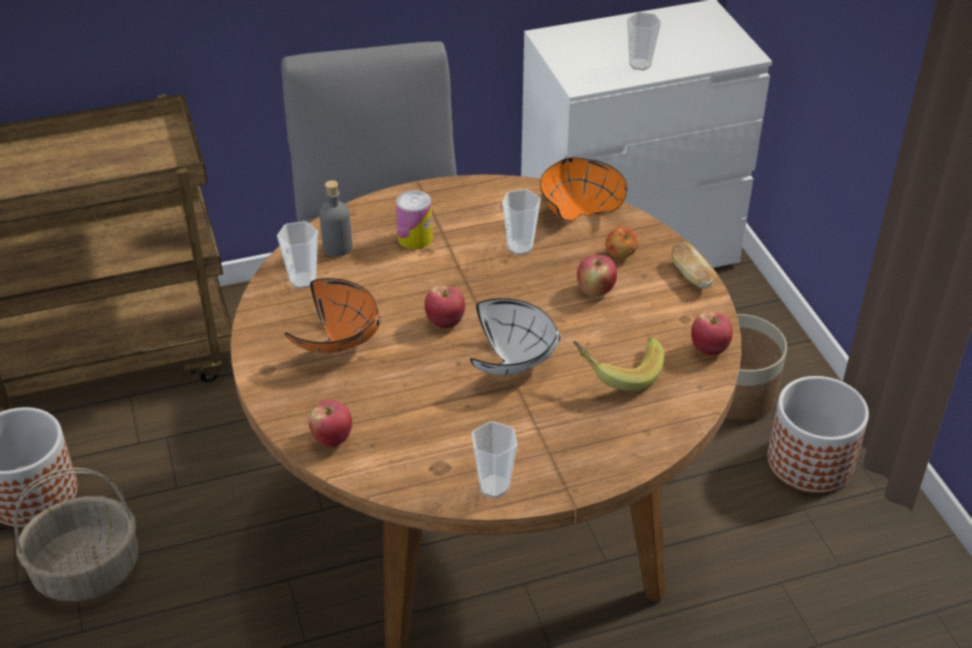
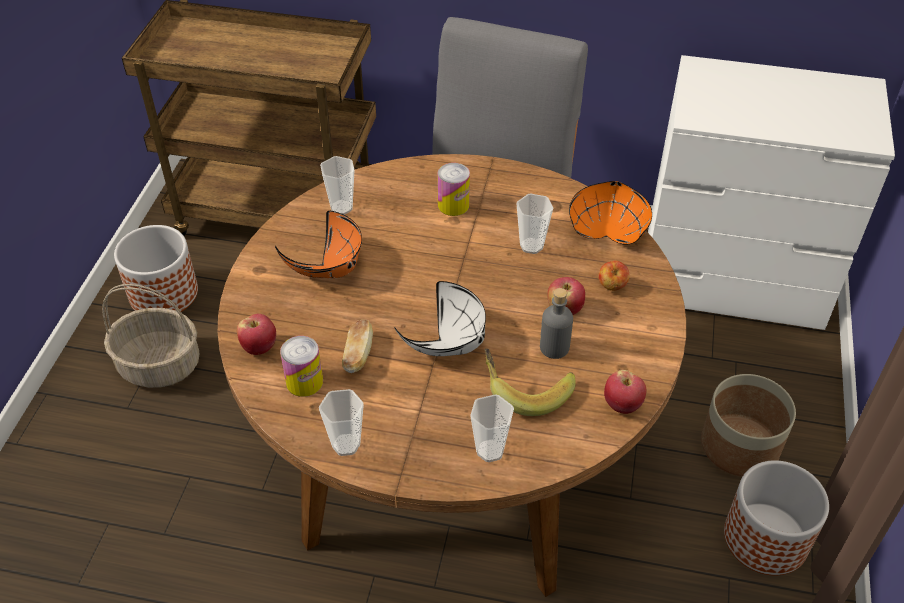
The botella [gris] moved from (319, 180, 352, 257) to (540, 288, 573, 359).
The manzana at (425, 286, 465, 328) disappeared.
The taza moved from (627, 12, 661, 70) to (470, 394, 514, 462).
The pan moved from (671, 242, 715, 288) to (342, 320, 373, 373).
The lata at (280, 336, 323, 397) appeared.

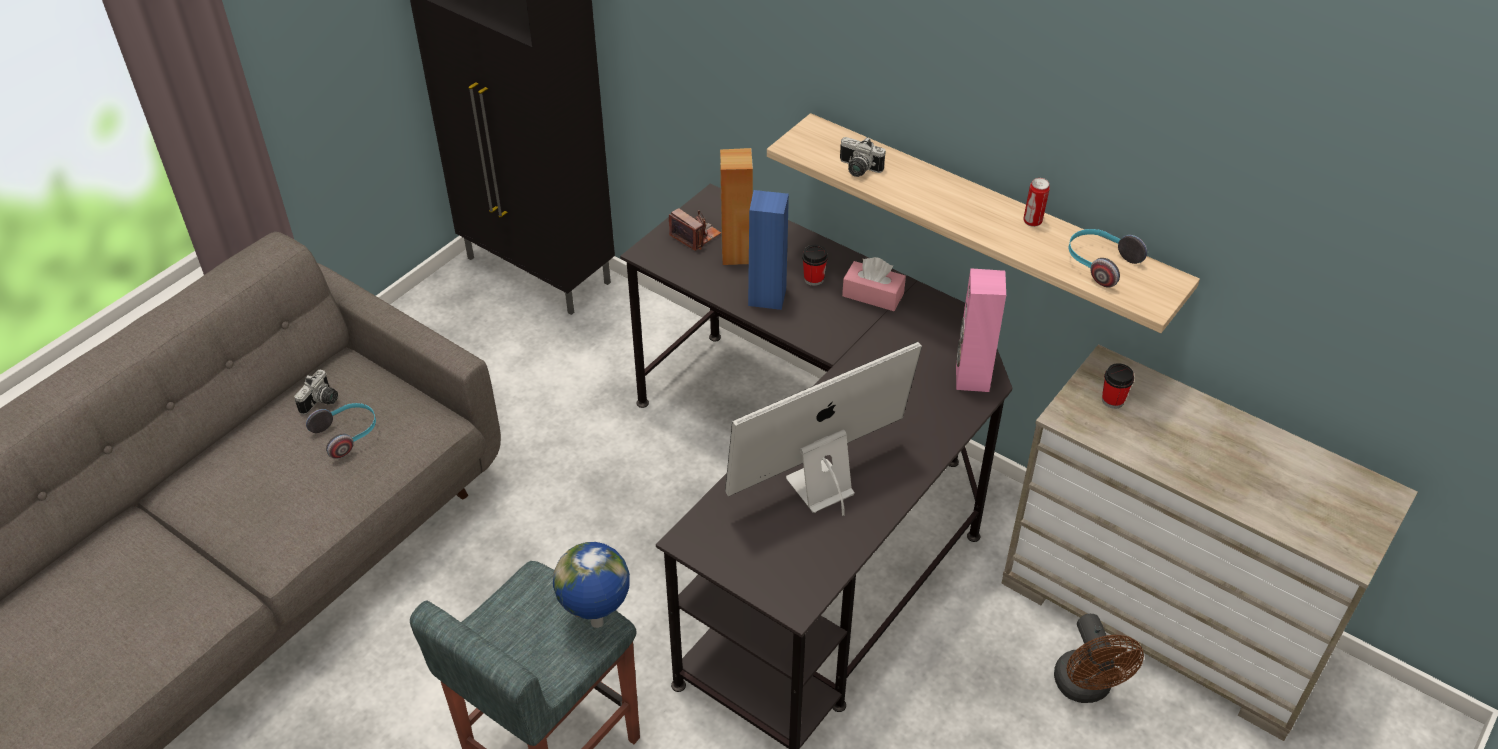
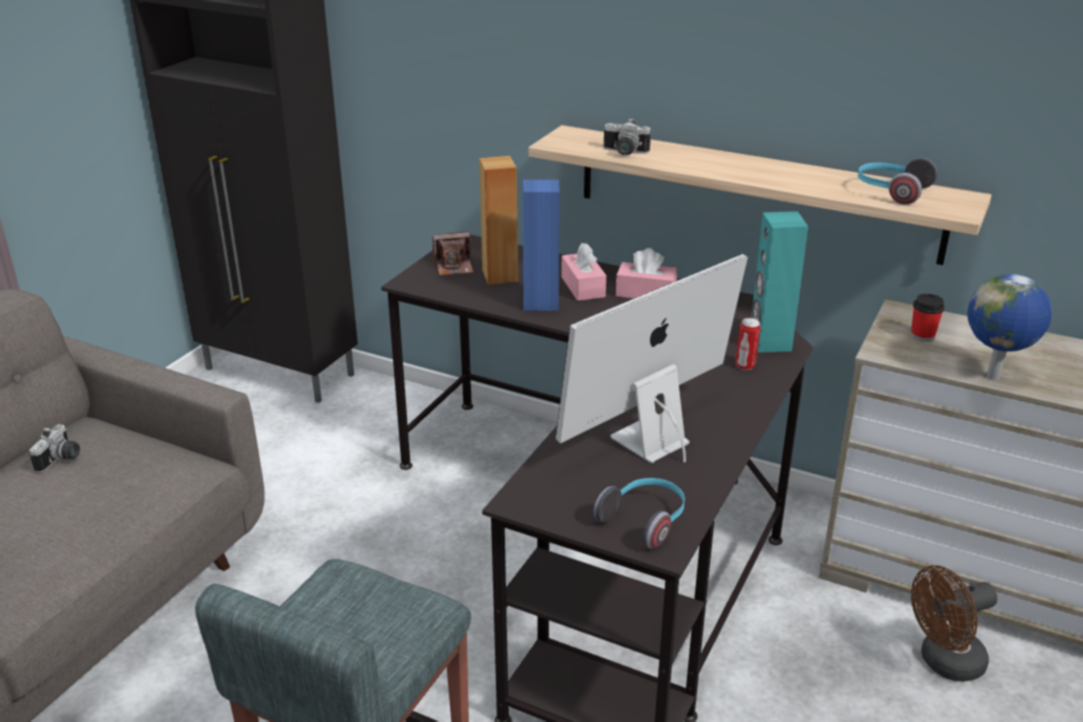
The auriculares moved from (306, 403, 376, 459) to (594, 478, 685, 549).
The globo terráqueo moved from (553, 542, 630, 628) to (967, 274, 1052, 380).
The cámara at (669, 208, 721, 251) turned 135 degrees clockwise.
The taza at (802, 245, 828, 286) was replaced by the caja de pañuelos [rosa] at (561, 243, 606, 301).
The altavoz [rosa] at (956, 268, 1006, 392) became the altavoz [turquesa] at (751, 211, 808, 353).
The lata moved from (1023, 178, 1050, 227) to (735, 318, 761, 370).
The ventilador [marrón] at (1054, 614, 1144, 703) turned 90 degrees clockwise.

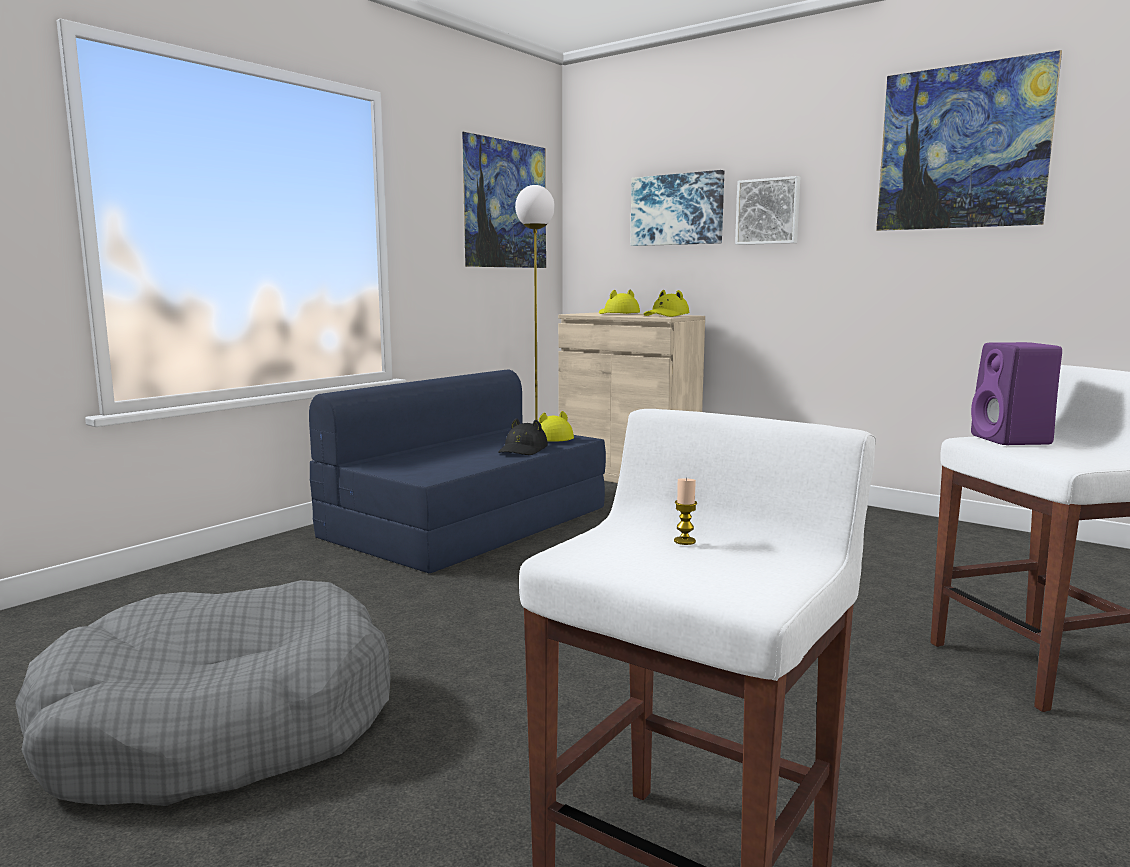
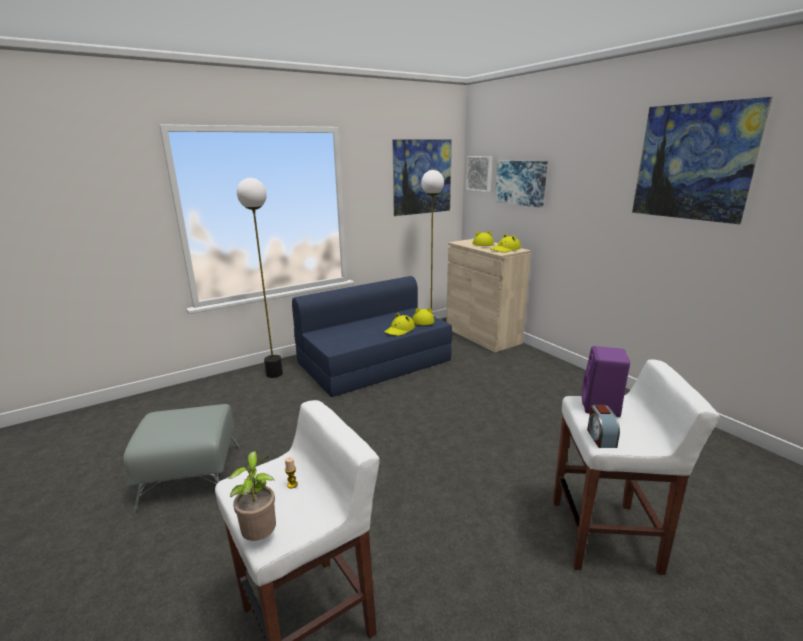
The cama para perro [gris] at (15, 580, 391, 806) was replaced by the puf [gris] at (123, 404, 240, 513).
The sombrero [negro] at (498, 418, 548, 455) became the sombrero [amarillo] at (384, 313, 415, 336).
The cuadro moved from (735, 176, 800, 245) to (466, 156, 493, 192).
The planta en maceta at (228, 451, 276, 541) appeared.
The lámpara de pie at (237, 178, 283, 378) appeared.
The despertador at (587, 405, 620, 448) appeared.

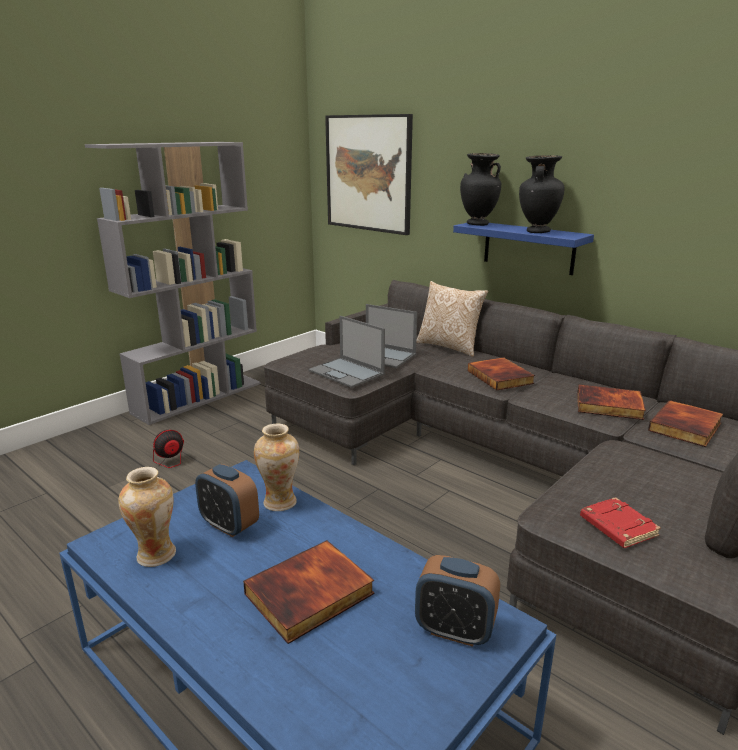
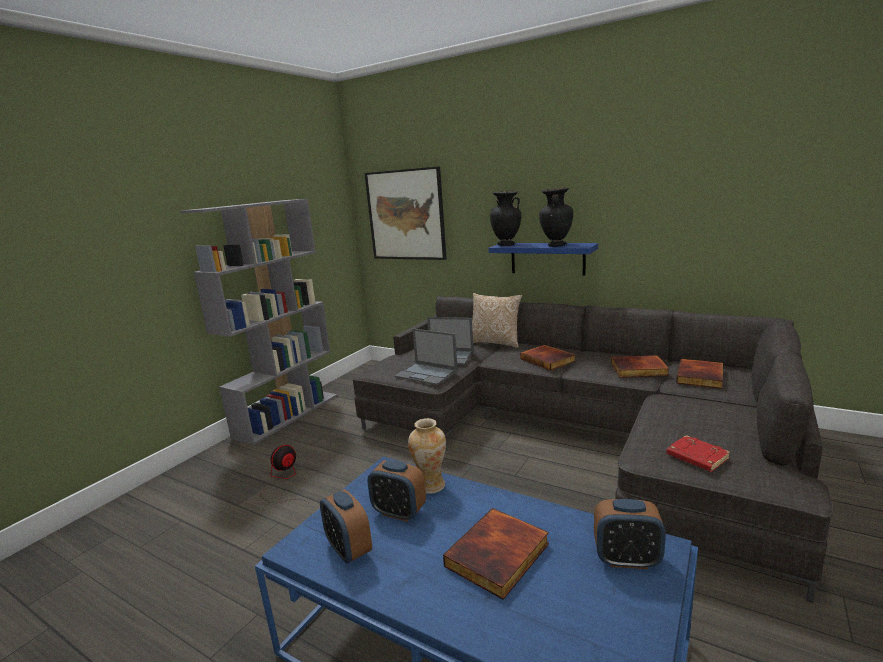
The florero at (118, 467, 176, 567) was replaced by the despertador at (320, 489, 372, 564).

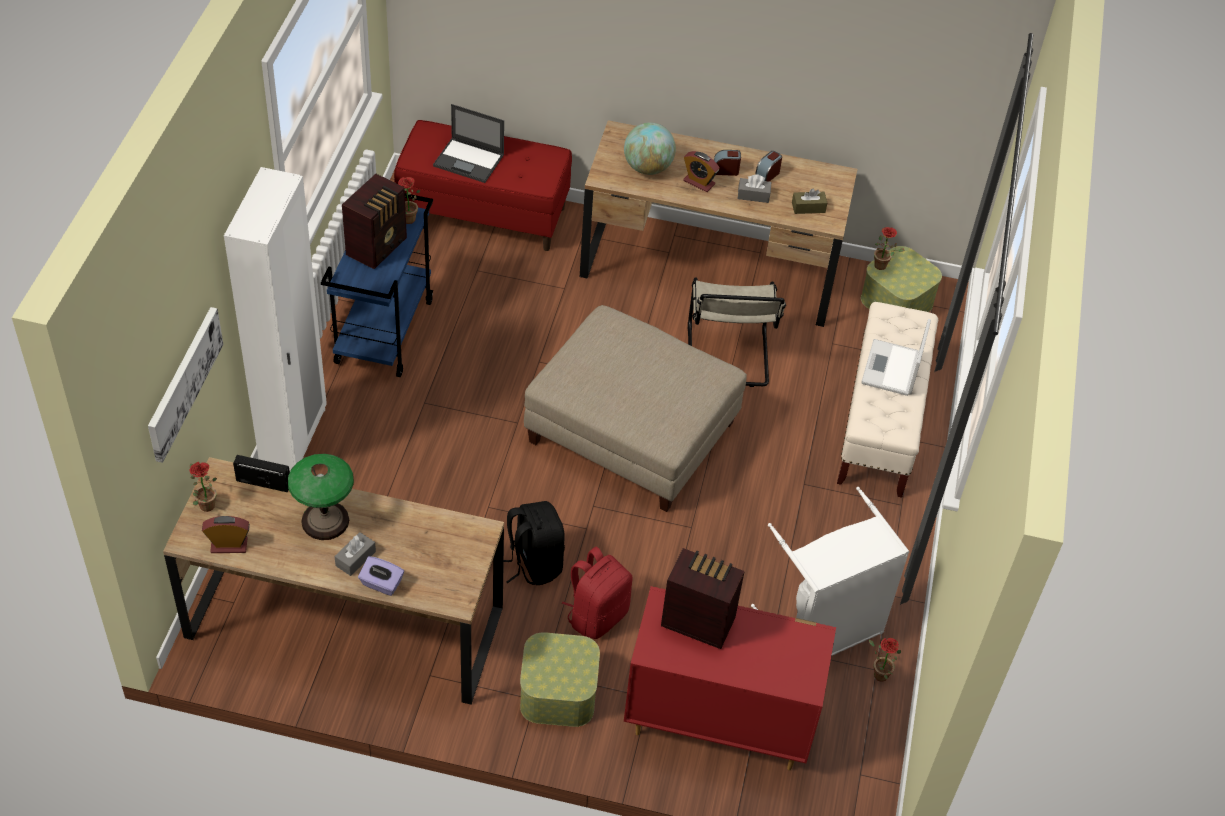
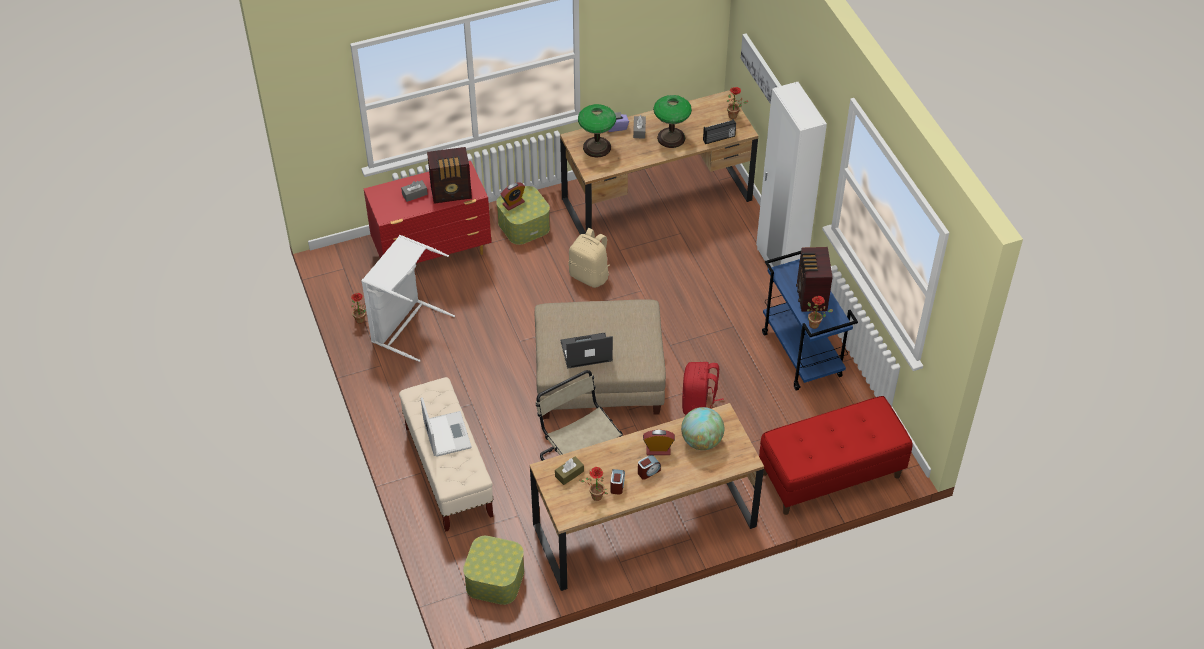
The despertador moved from (202, 516, 250, 553) to (501, 182, 525, 211).
The portátil moved from (433, 104, 504, 183) to (560, 333, 613, 368).
The mochila [negro] at (504, 501, 565, 585) became the mochila [beis] at (568, 228, 610, 288).
The mochila [rojo] moved from (562, 547, 632, 639) to (682, 362, 724, 415).
The caja de pañuelos [gris] moved from (738, 174, 771, 203) to (401, 180, 428, 202).
The planta en maceta moved from (874, 227, 905, 270) to (579, 467, 608, 501).
The lámpara de mesa at (578, 104, 616, 158) appeared.

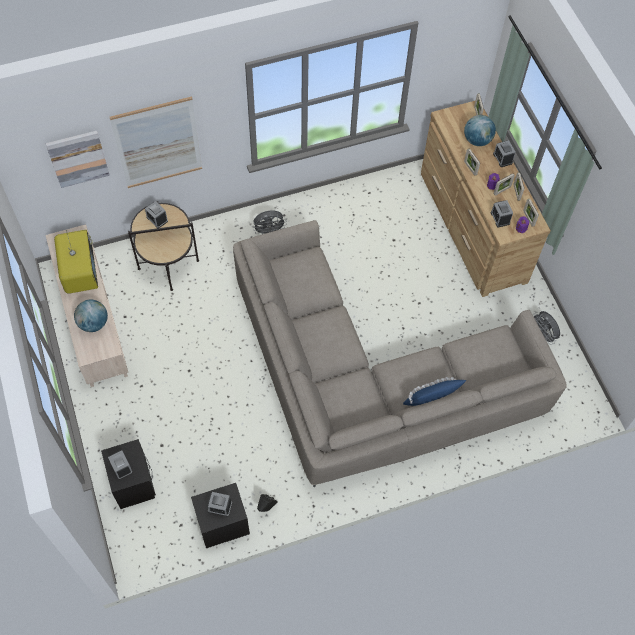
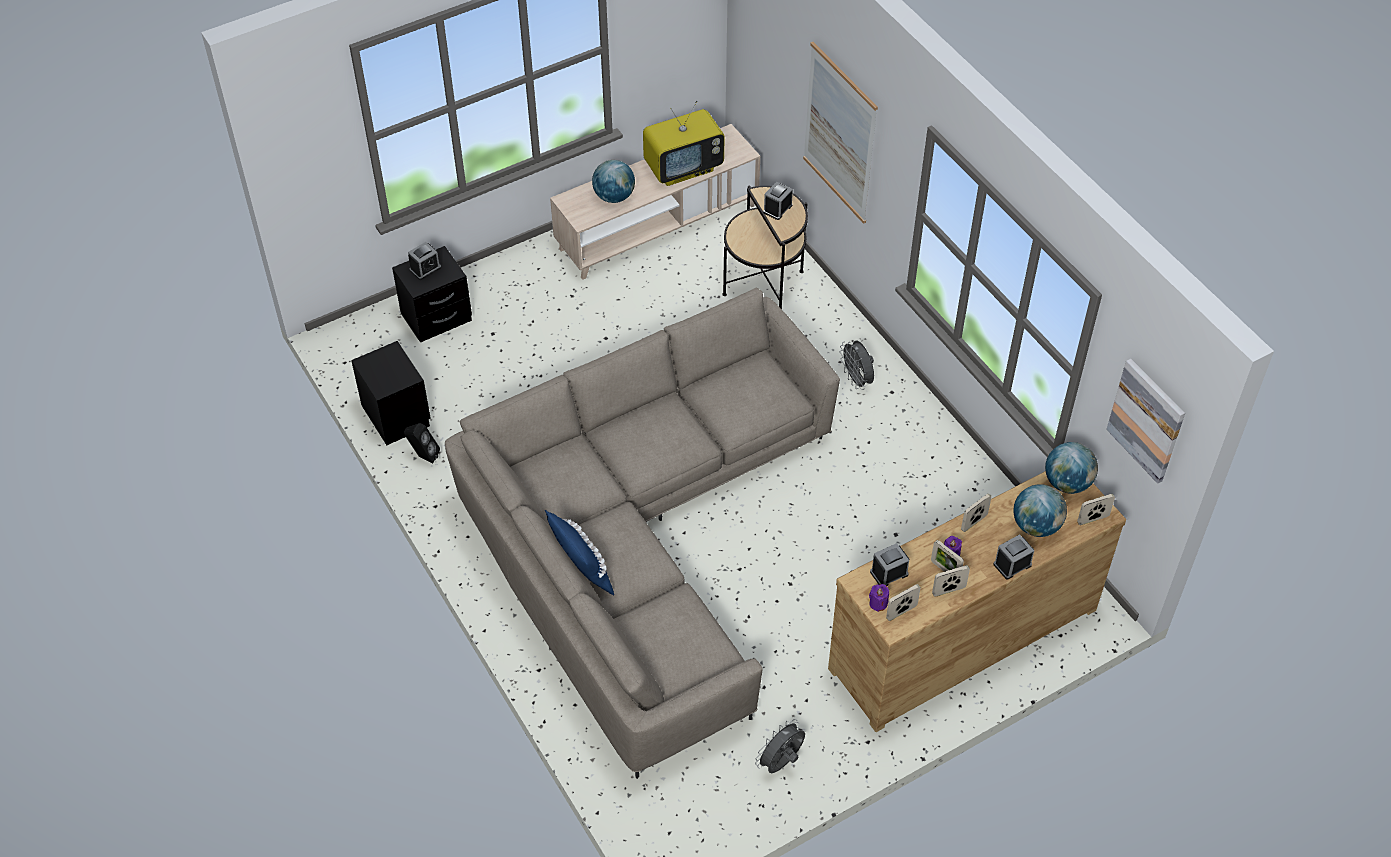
The cuadro moved from (46, 131, 110, 188) to (1106, 359, 1185, 483).
The despertador at (208, 492, 232, 517) disappeared.
The globo terráqueo at (1045, 442, 1098, 494) appeared.

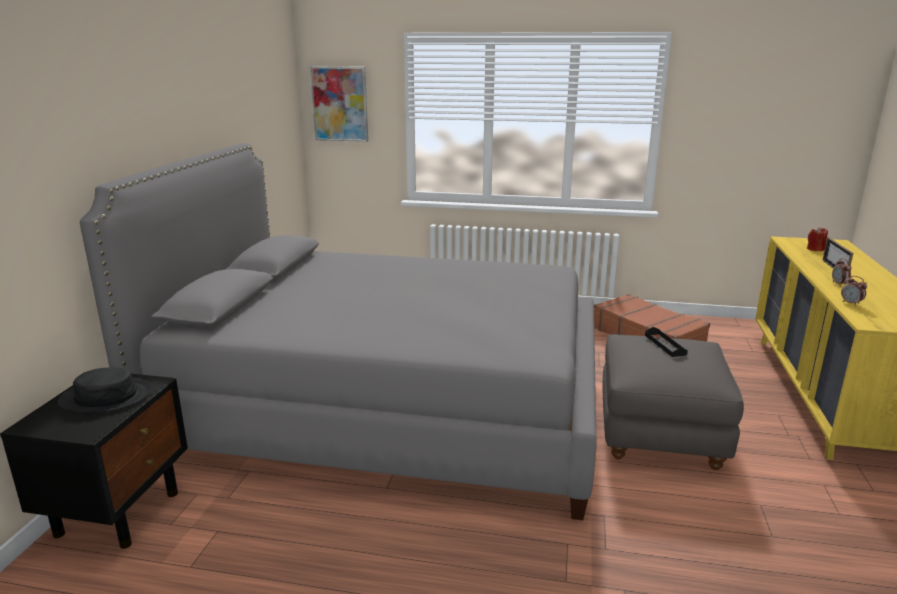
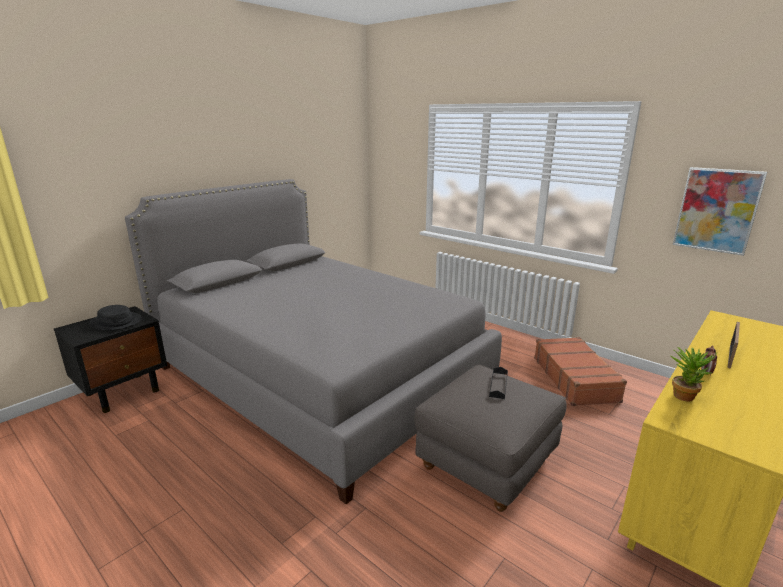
The cuadro moved from (310, 66, 368, 142) to (673, 167, 767, 256).
The vela [rojo] at (807, 227, 828, 251) disappeared.
The despertador at (841, 276, 867, 306) was replaced by the planta en maceta at (669, 347, 717, 402).

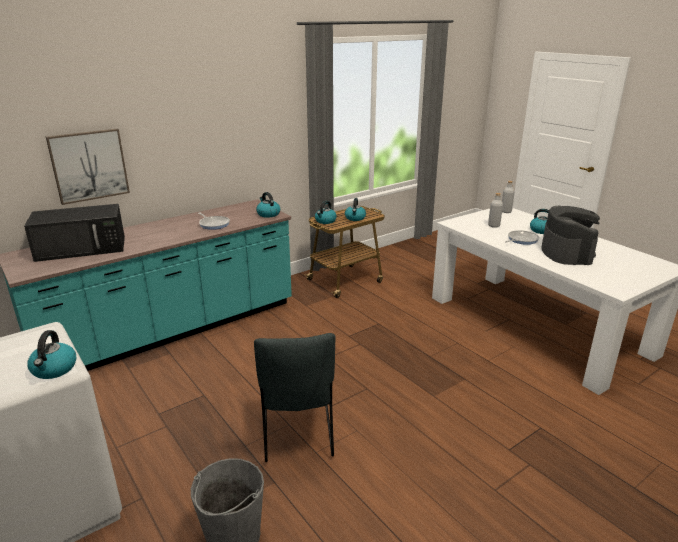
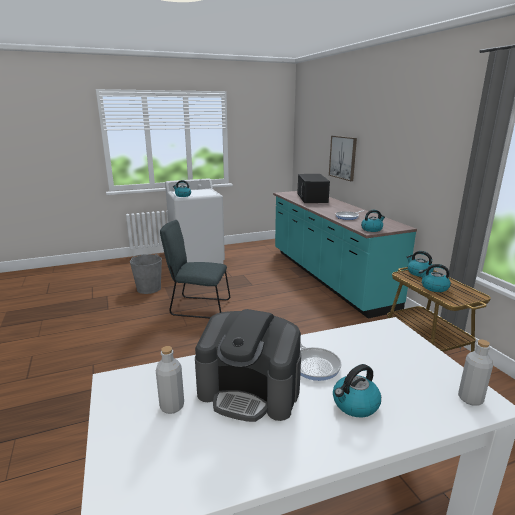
The botella [gris] moved from (488, 193, 503, 228) to (156, 346, 184, 414).

